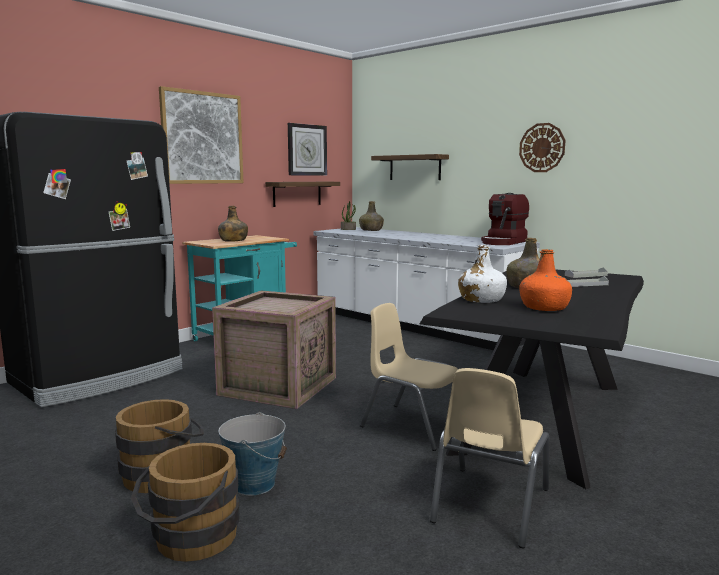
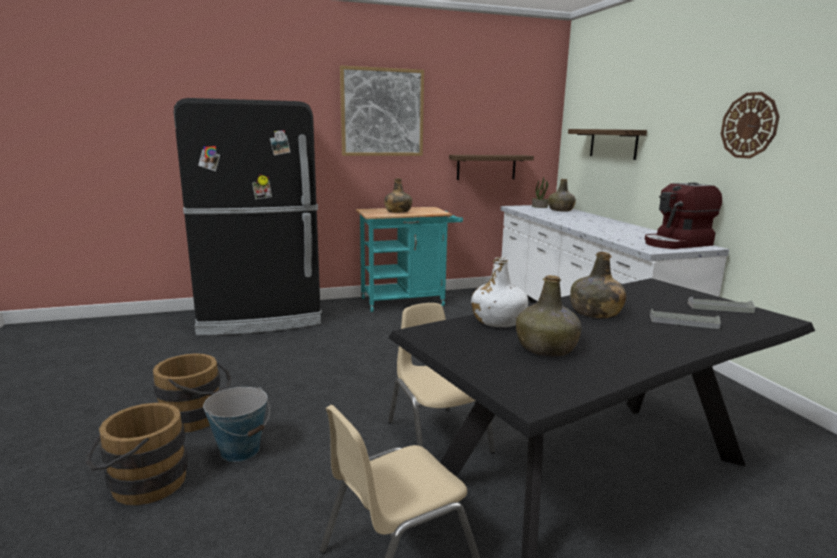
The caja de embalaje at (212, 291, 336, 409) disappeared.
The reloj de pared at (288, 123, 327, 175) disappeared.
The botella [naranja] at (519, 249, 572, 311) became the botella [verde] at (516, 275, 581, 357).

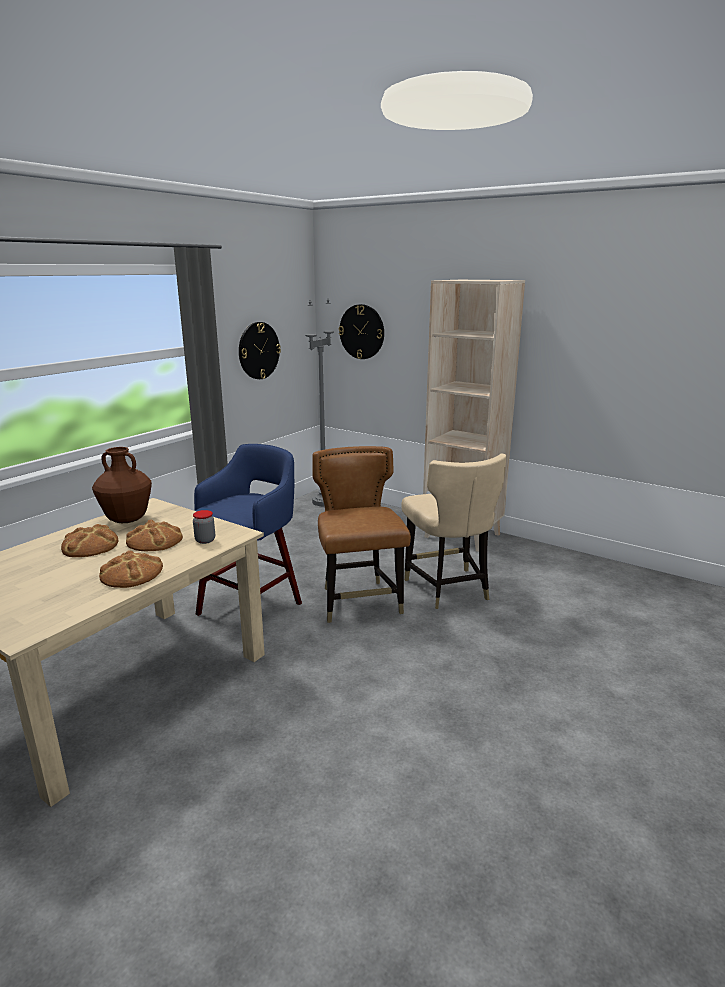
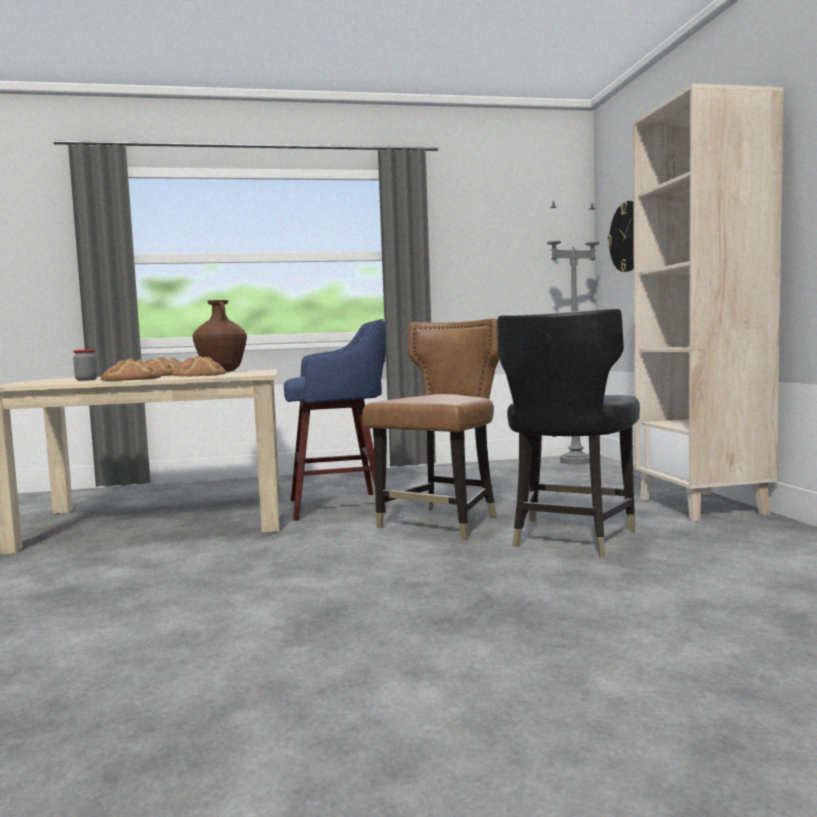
The tarro moved from (193, 510, 215, 544) to (73, 350, 98, 381).
The reloj de pared at (239, 322, 281, 379) disappeared.
The silla [beis] at (401, 453, 507, 609) became the silla [negro] at (497, 308, 640, 556).

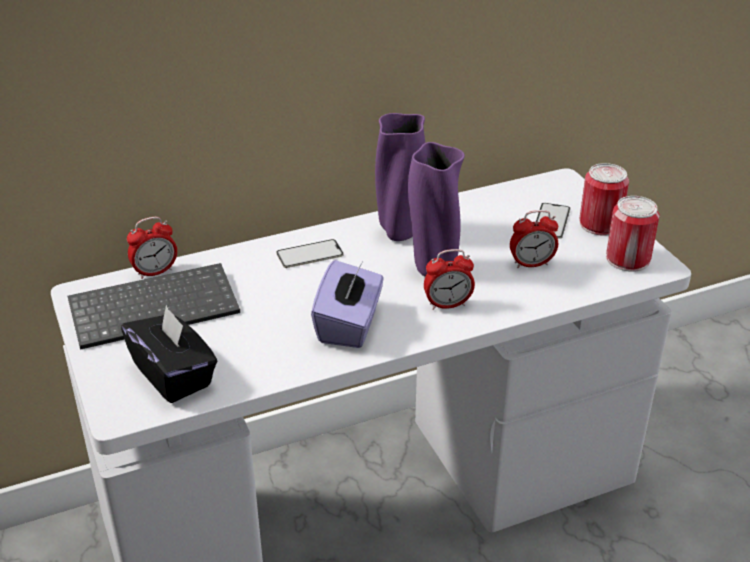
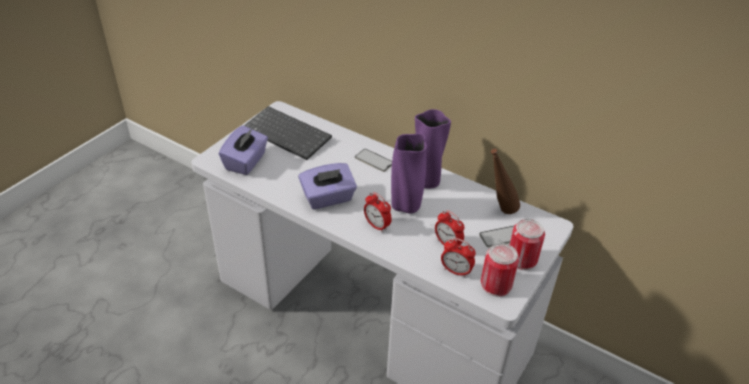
The caja de pañuelos [negro] at (121, 305, 217, 403) became the caja de pañuelos [morado] at (219, 125, 268, 175).
The despertador moved from (127, 217, 177, 279) to (441, 238, 476, 277).
The botella [marrón] at (491, 149, 520, 214) appeared.

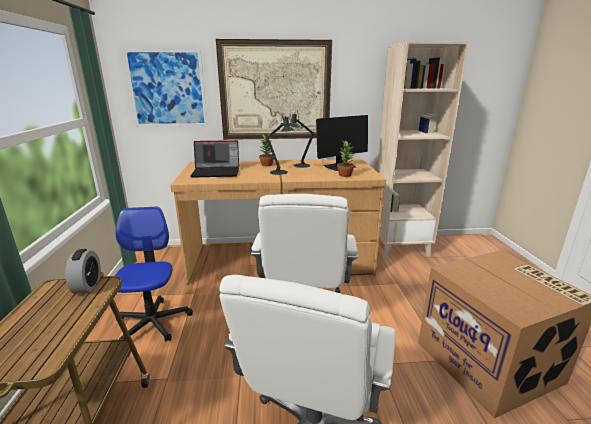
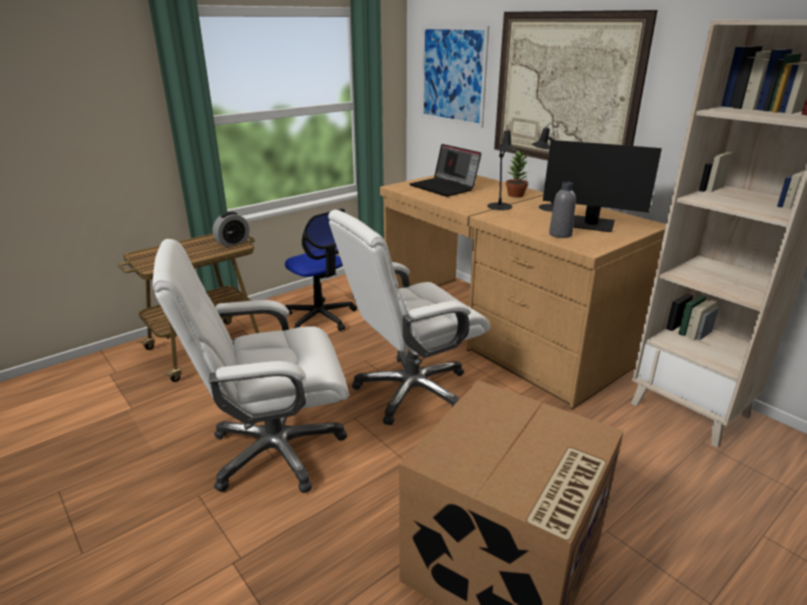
The silla de oficina at (115, 207, 193, 341) turned 90 degrees clockwise.
The planta en maceta at (337, 139, 355, 177) was replaced by the botella [gris] at (549, 182, 576, 238).

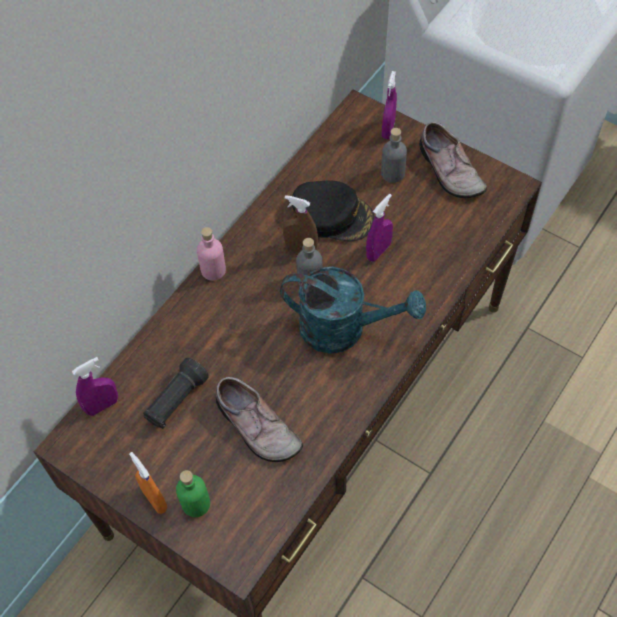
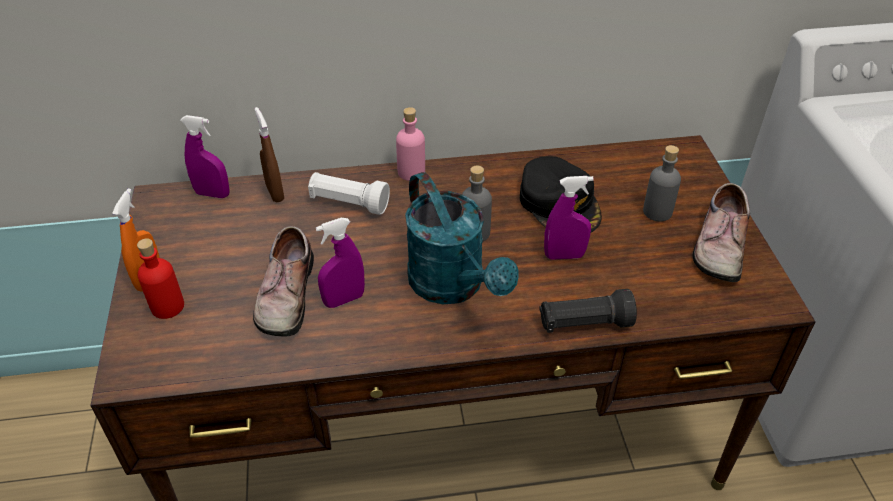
The linterna [negro] moved from (143, 358, 209, 429) to (539, 289, 637, 333).
The botella [verde] at (176, 470, 210, 517) became the botella [rojo] at (137, 238, 184, 319).
The pulverizador [marrón] moved from (283, 195, 318, 251) to (255, 107, 284, 202).
The pulverizador [morado] moved from (382, 71, 397, 139) to (316, 218, 365, 308).
The linterna [blanco] at (308, 172, 390, 215) appeared.

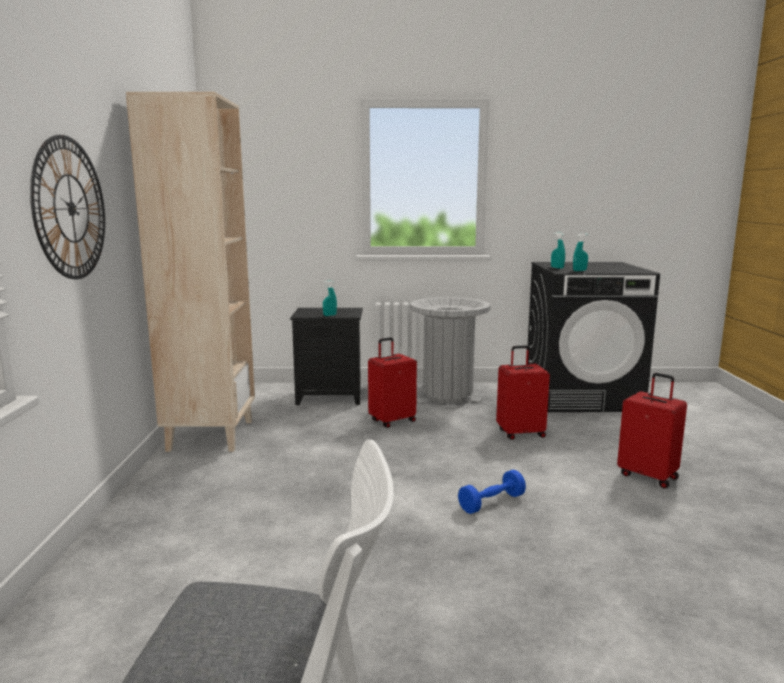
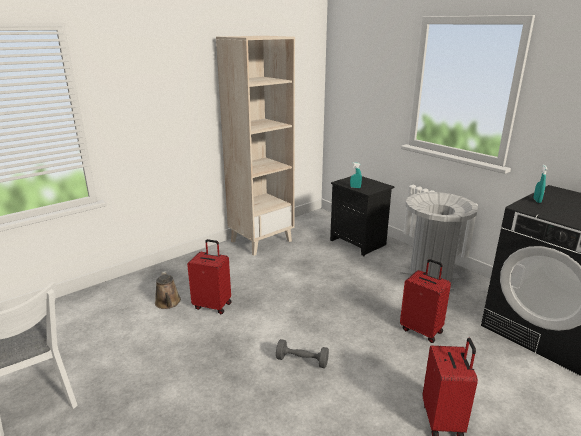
The reloj de pared at (30, 135, 105, 279) disappeared.
The maleta [rojo] moved from (368, 337, 417, 428) to (187, 239, 232, 314).
The mancuerna [azul] at (458, 470, 526, 514) became the mancuerna [gris] at (276, 339, 329, 368).
The pulverizador [turquesa] at (573, 234, 588, 271) disappeared.
The regadera [marrón] at (155, 271, 181, 309) appeared.

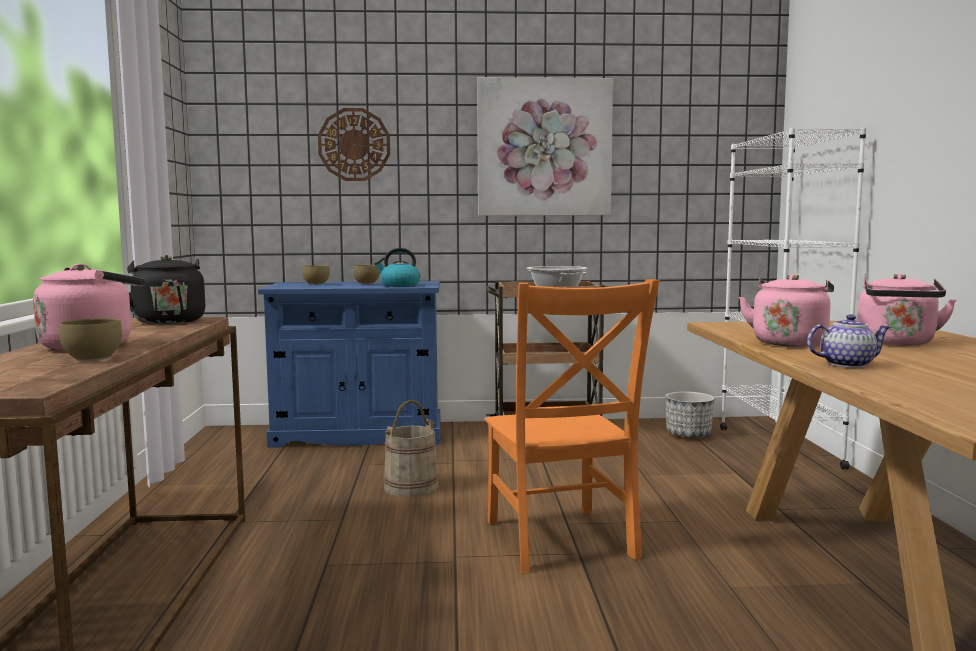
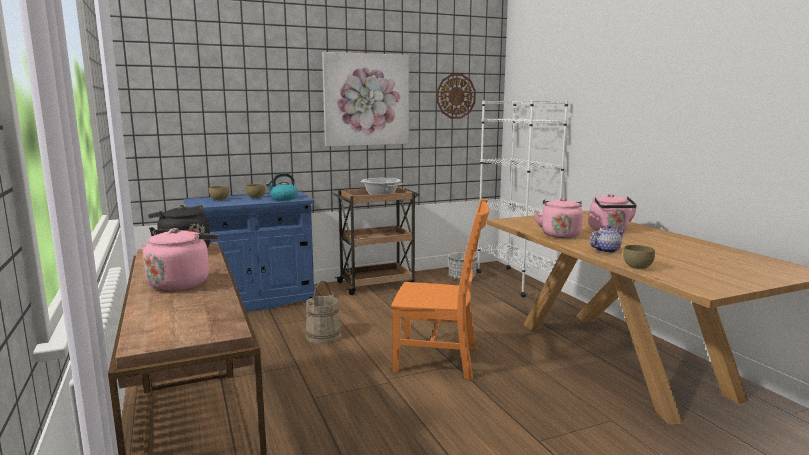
The cuenco [marrón] moved from (59, 318, 122, 361) to (623, 245, 655, 270).
The reloj de pared moved from (318, 108, 390, 181) to (437, 74, 476, 119).
The silla [naranja] at (485, 279, 660, 573) turned 45 degrees counterclockwise.

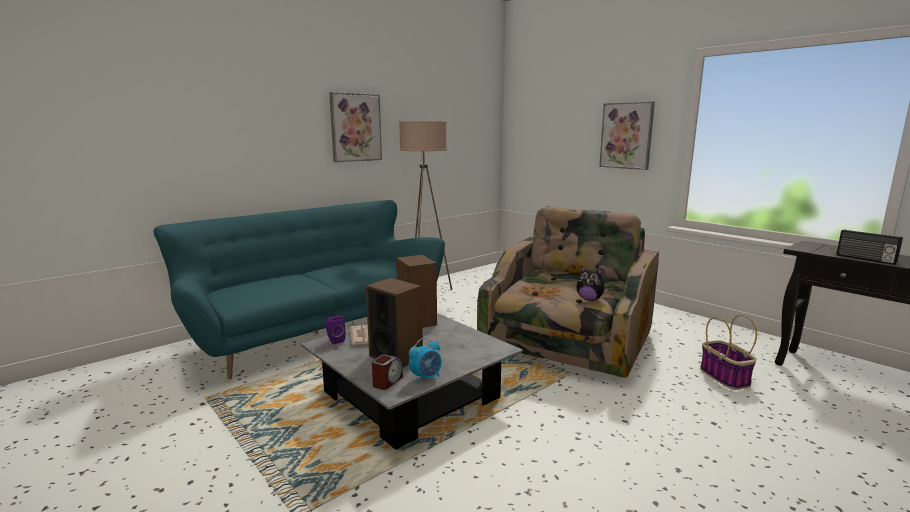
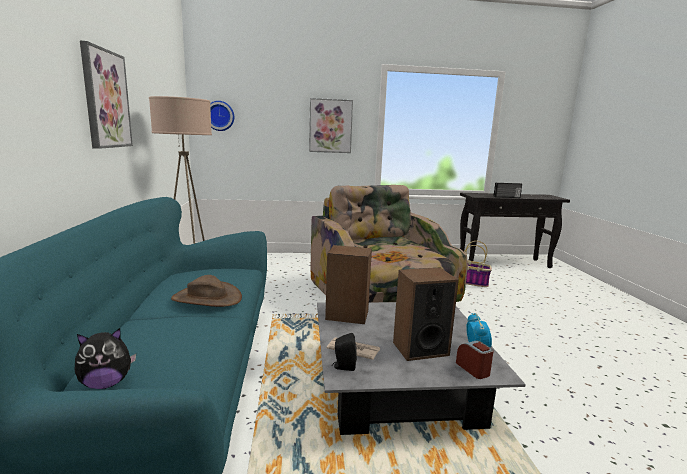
The altavoz [morado] at (326, 315, 346, 345) became the altavoz [negro] at (332, 333, 357, 371).
The peluche moved from (576, 265, 609, 301) to (75, 328, 136, 389).
The sombrero [marrón] at (171, 275, 242, 307) appeared.
The reloj de pared at (210, 101, 234, 131) appeared.

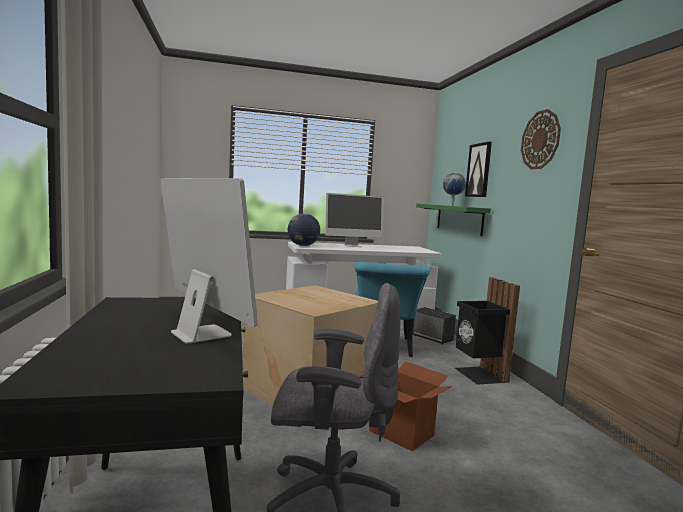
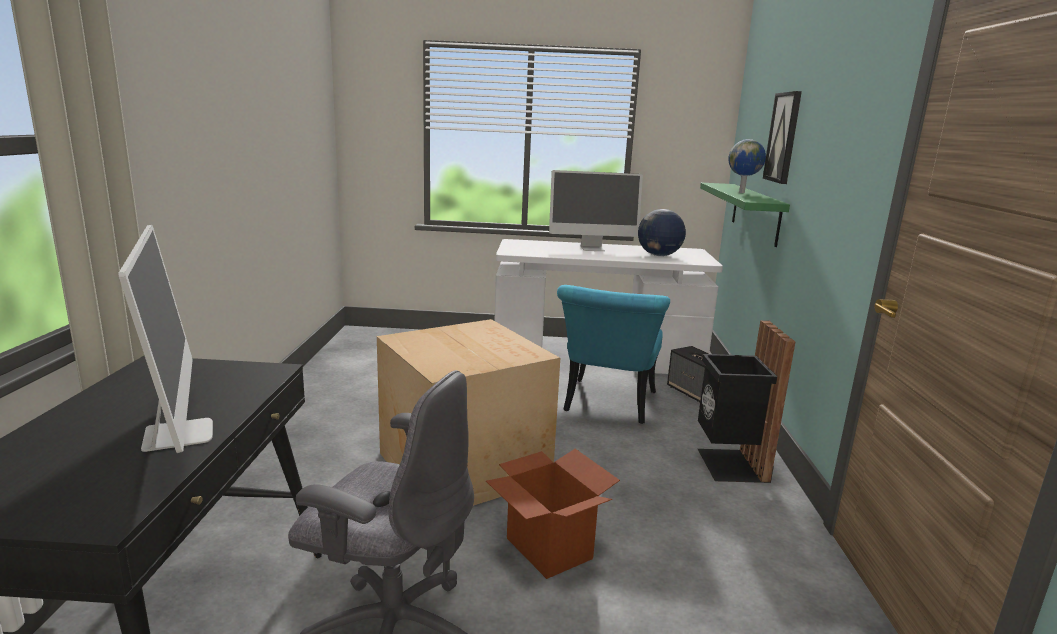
The globo terráqueo moved from (288, 213, 320, 246) to (638, 209, 686, 256).
The reloj de pared at (521, 109, 561, 169) disappeared.

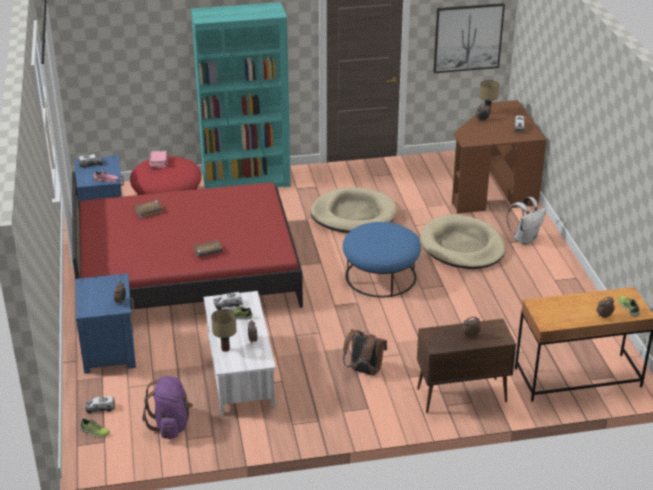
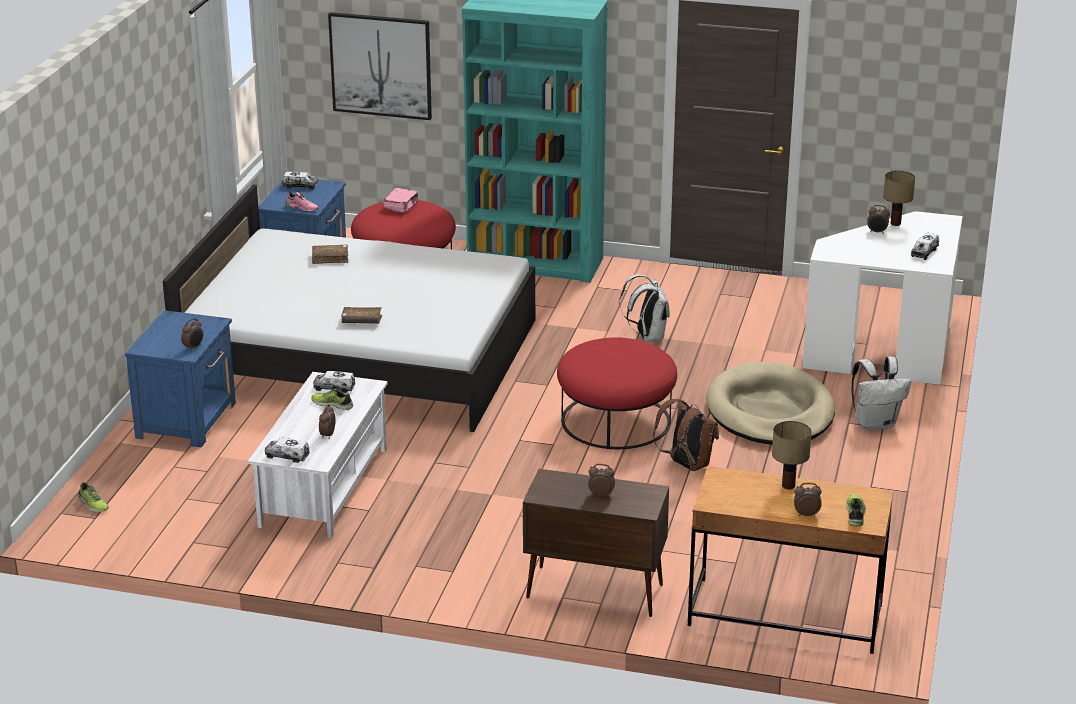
The cama [rojo] at (72, 172, 303, 310) became the cama [blanco] at (163, 184, 535, 432).
The camión de juguete moved from (85, 396, 115, 414) to (265, 438, 310, 463).
The mochila [morado] at (143, 376, 193, 439) disappeared.
The lámpara de mesa moved from (211, 309, 237, 352) to (772, 421, 812, 489).
The cama para perro [beis] at (311, 187, 397, 233) was replaced by the mochila [blanco] at (619, 274, 670, 342).
The puf [azul] at (343, 222, 421, 297) became the puf [rojo] at (557, 337, 677, 449).
The mochila [marrón] moved from (343, 329, 387, 375) to (653, 399, 719, 471).
The cuadro moved from (433, 3, 505, 73) to (328, 12, 432, 120).
The escritorio [marrón] at (452, 100, 547, 214) became the escritorio [blanco] at (802, 211, 963, 385).

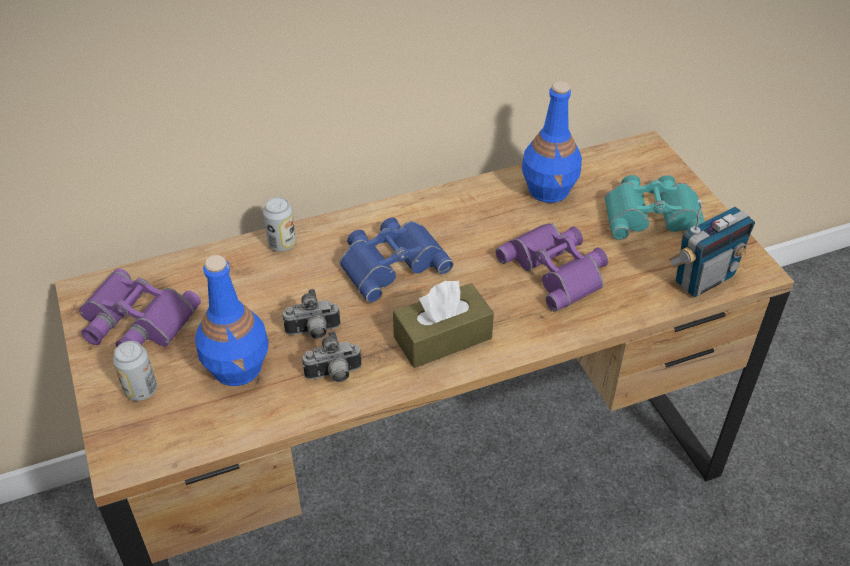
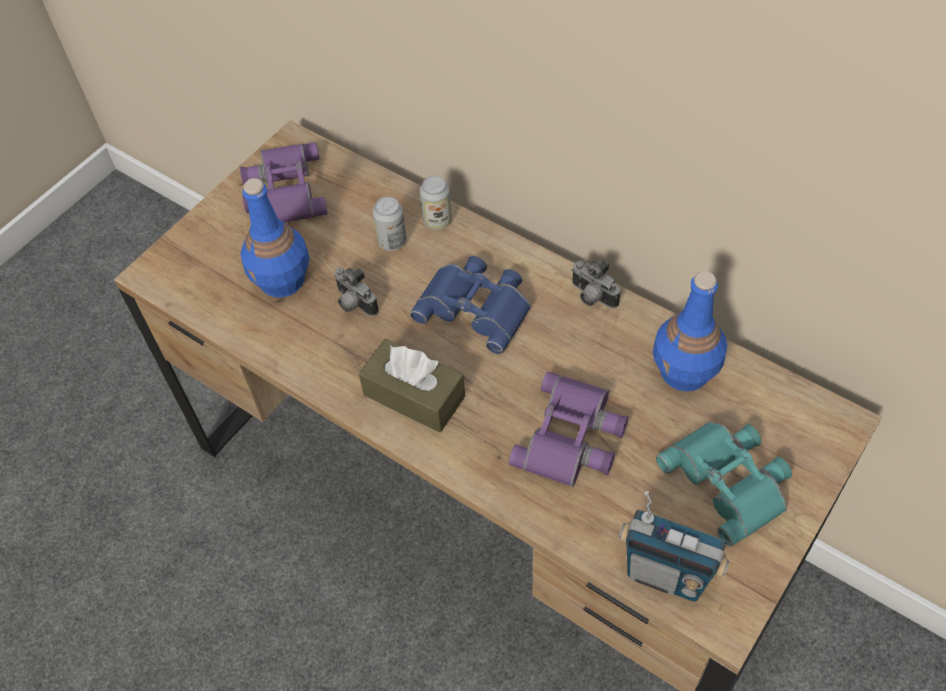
The lata moved from (113, 341, 157, 401) to (373, 197, 407, 251).
The cámara moved from (302, 331, 362, 382) to (571, 260, 621, 308).

